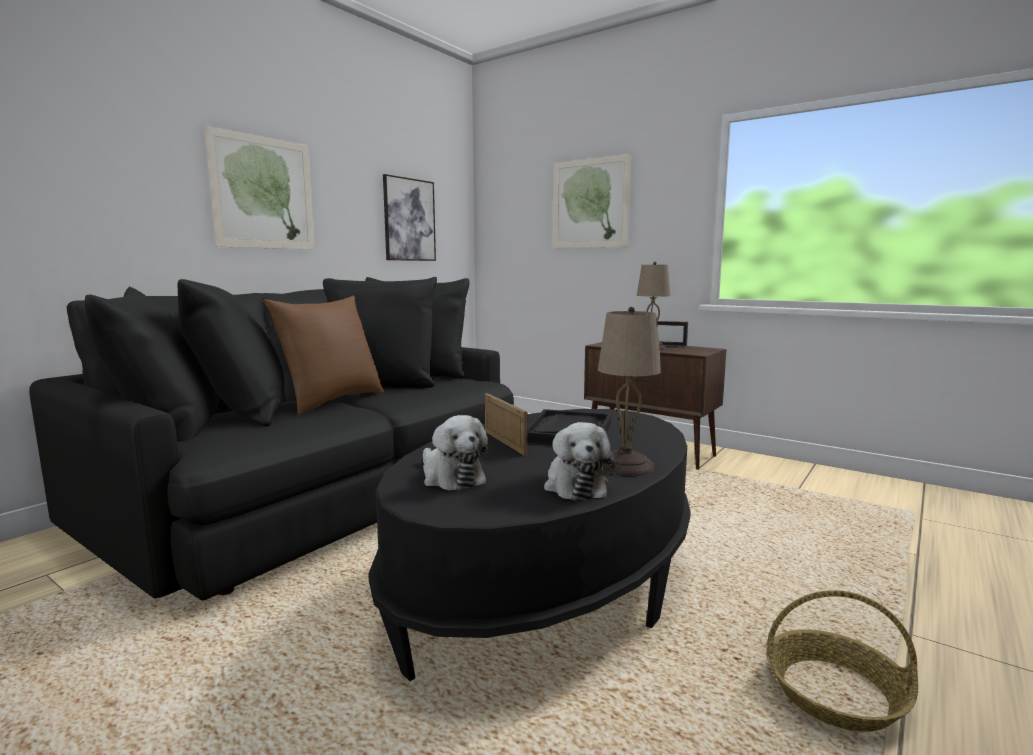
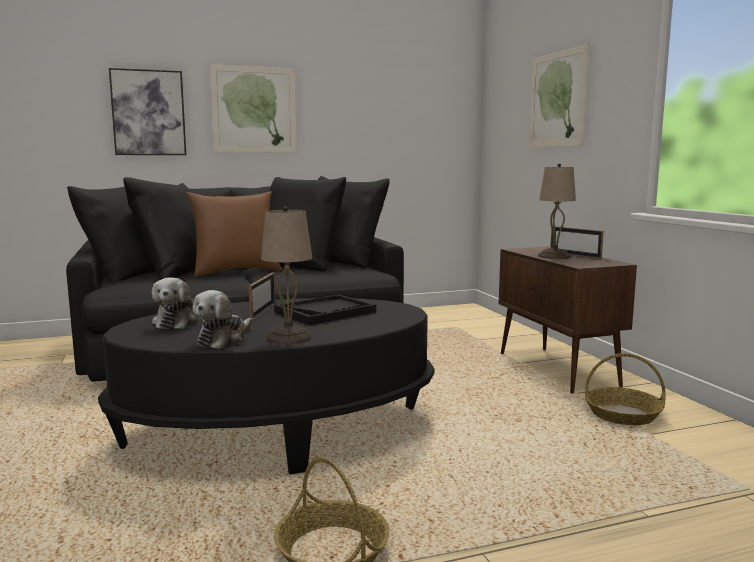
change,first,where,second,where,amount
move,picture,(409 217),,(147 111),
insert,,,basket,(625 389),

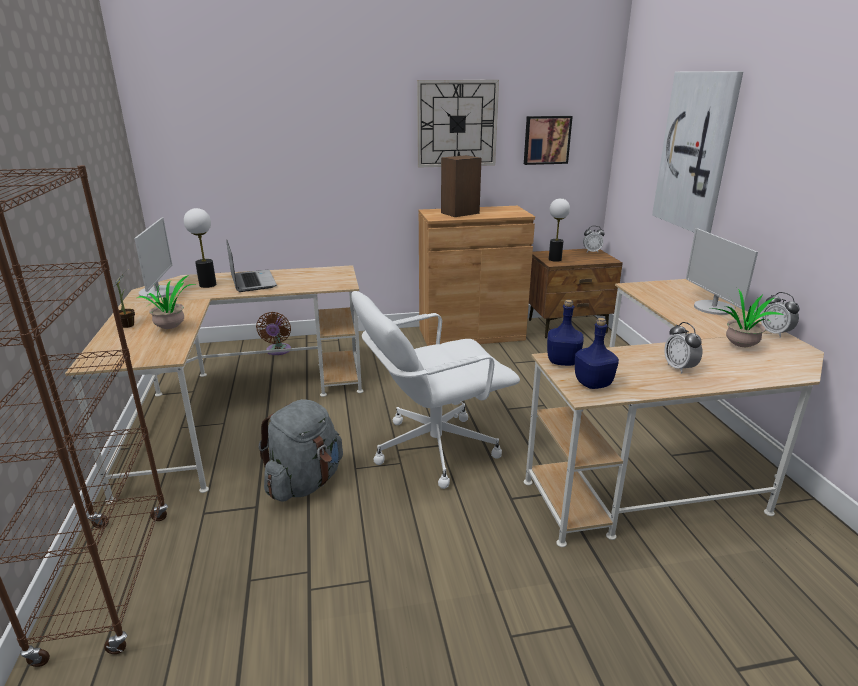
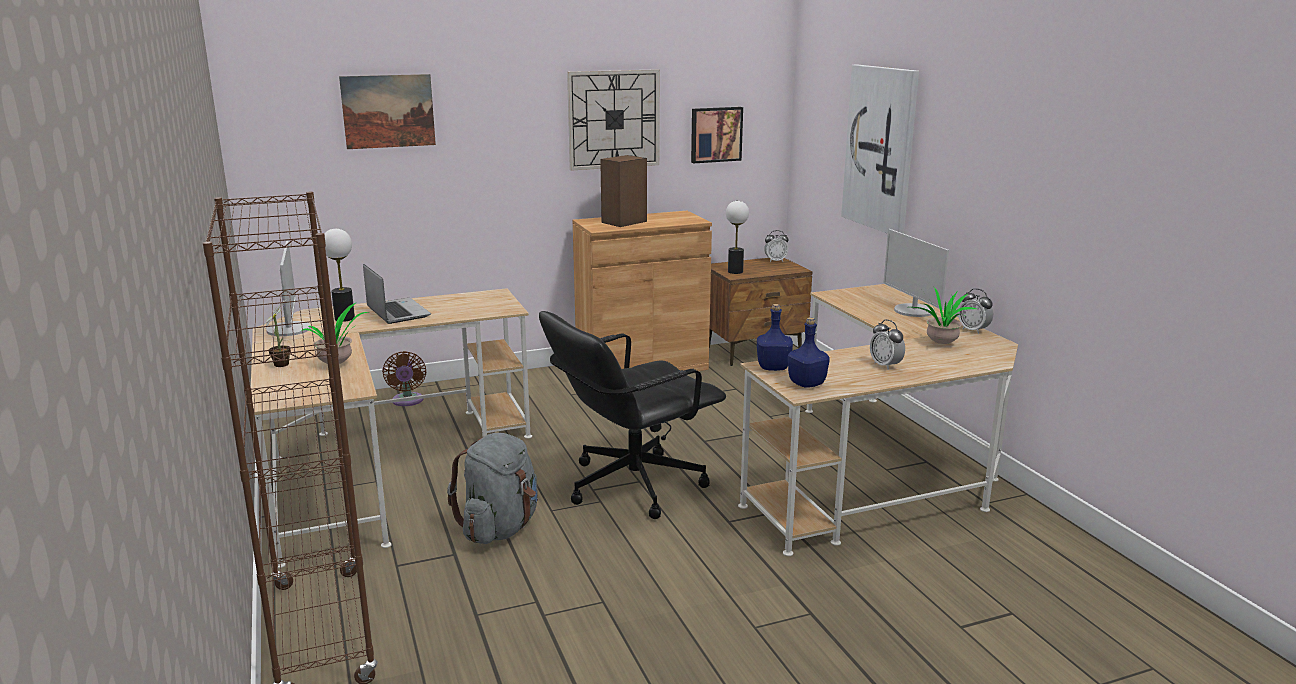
change,first,where,second,where,amount
recolor,white office chair,(435 390),black office chair,(632 415),
insert,,,picture,(387 111),

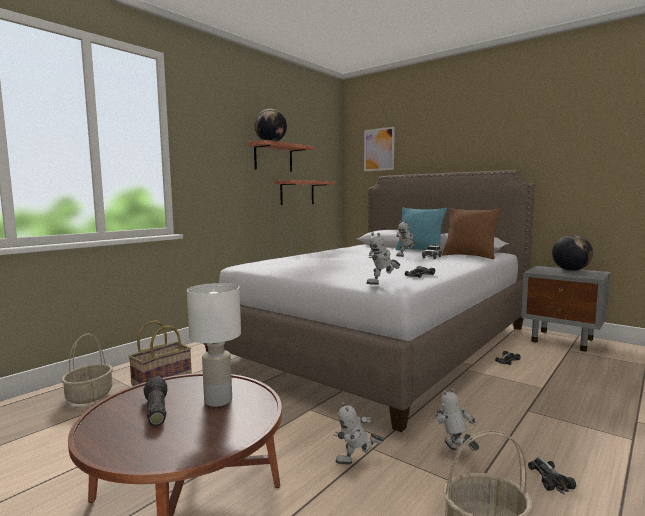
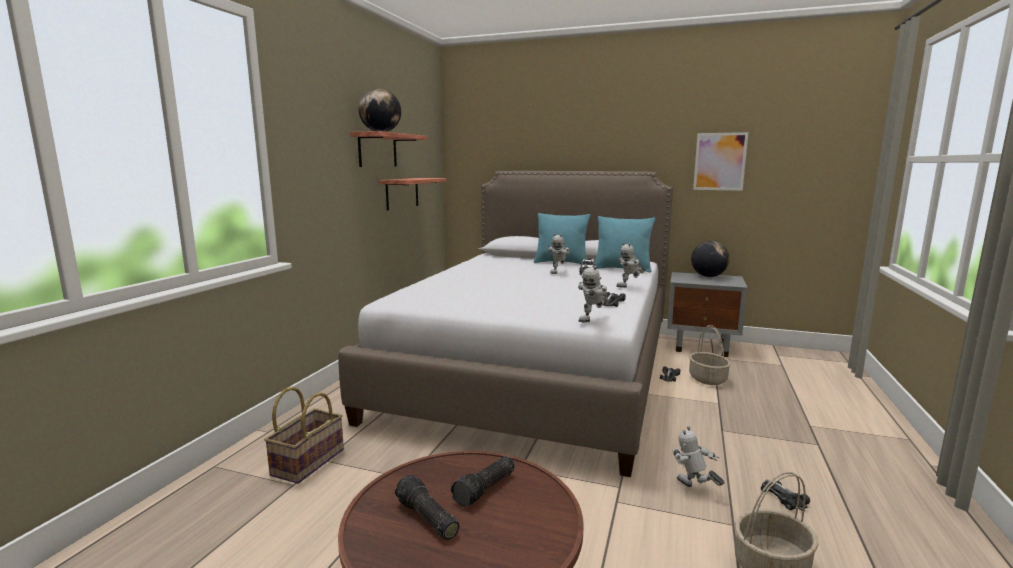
change,first,where,second,where,amount
move,basket,(87 368),,(710 355),
replace,white table lamp,(214 345),flashlight,(483 481),
move,toy robot,(359 433),,(630 265),
move,picture,(379 149),,(720 161),
recolor,brown pillow,(472 233),turquoise pillow,(624 244),

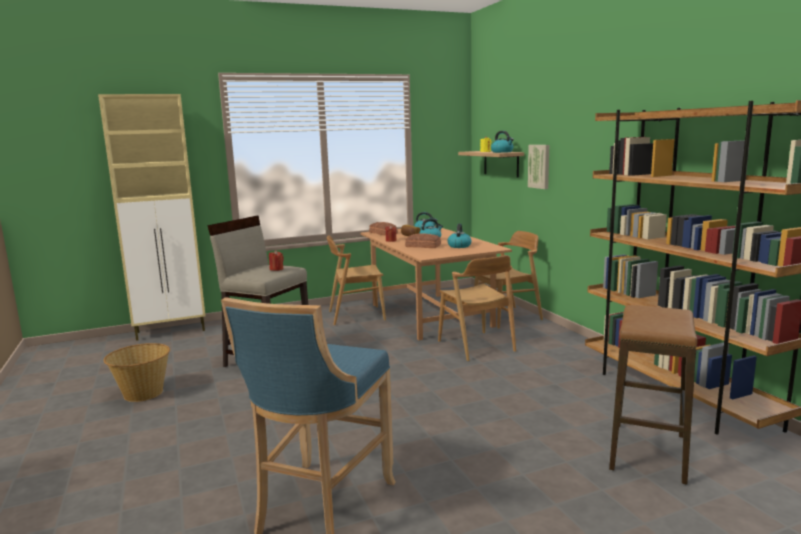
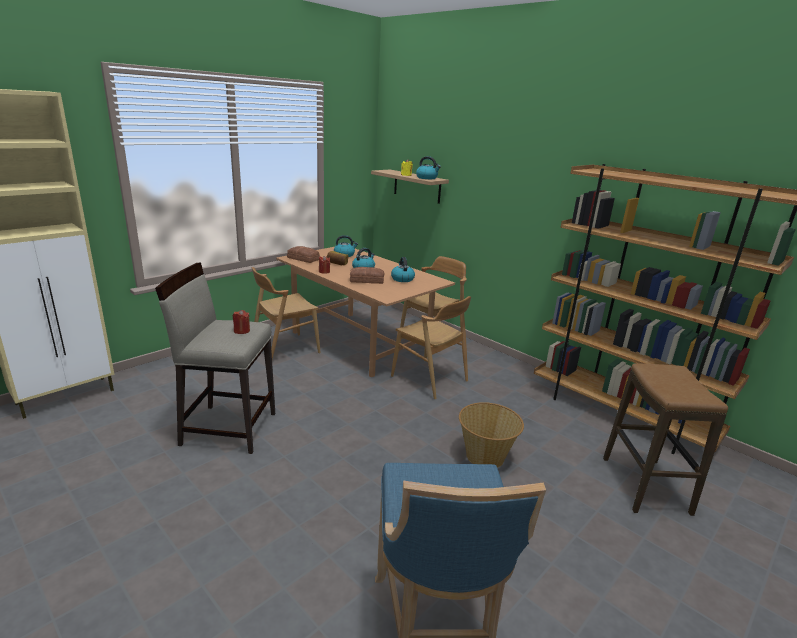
change,first,where,second,where,amount
move,basket,(136 372),,(491 435),
delete,picture,(538 167),,,

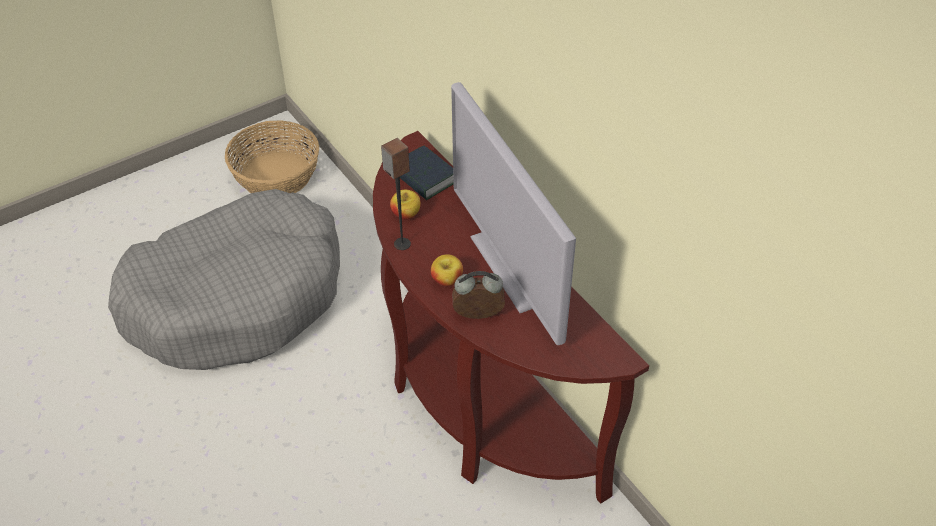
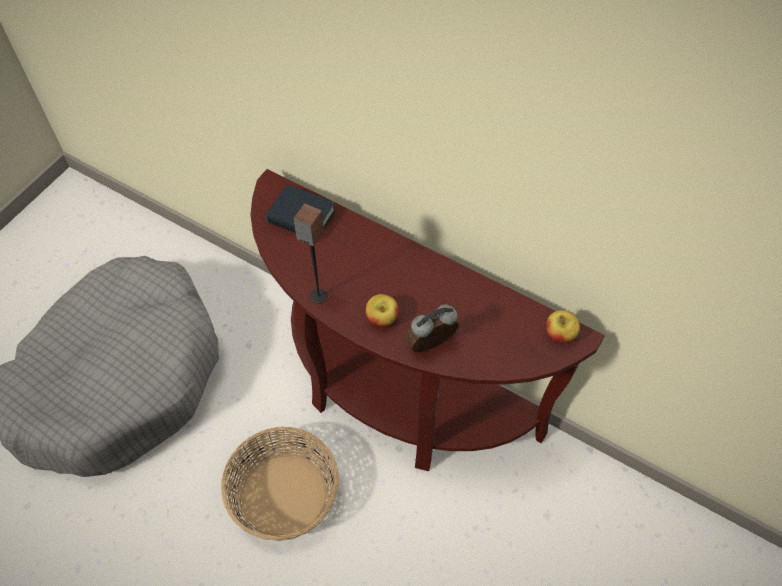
change,first,where,second,where,amount
move,basket,(272 157),,(280 484),
move,apple,(405 205),,(563 327),
delete,television,(513 213),,,

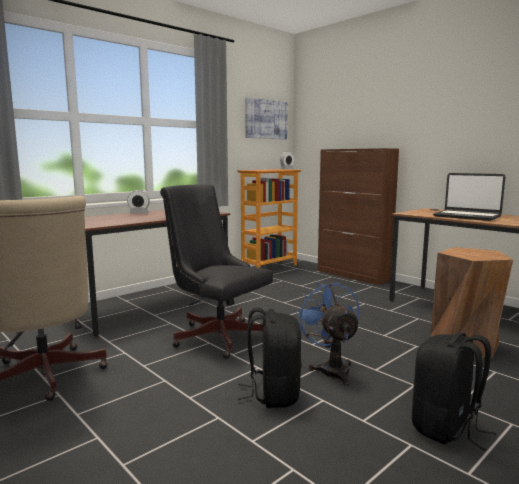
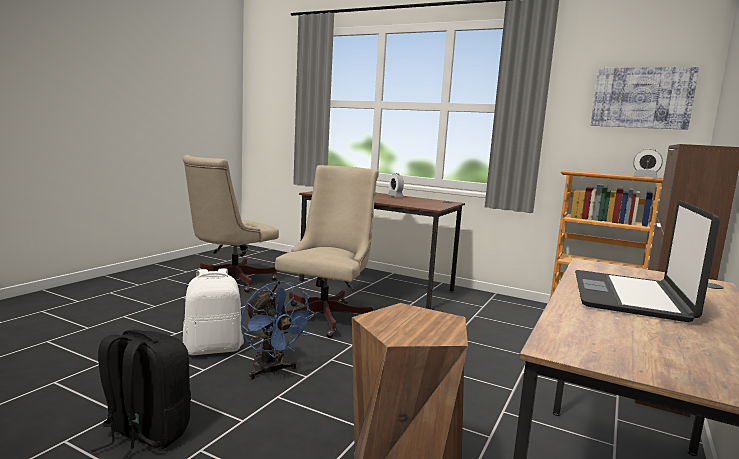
change,first,where,second,where,amount
recolor,black office chair,(216 271),beige office chair,(327 251),
recolor,black backpack,(269 357),white backpack,(213 311),
rotate,blue fan,(327 334),,(278 330),90 degrees clockwise

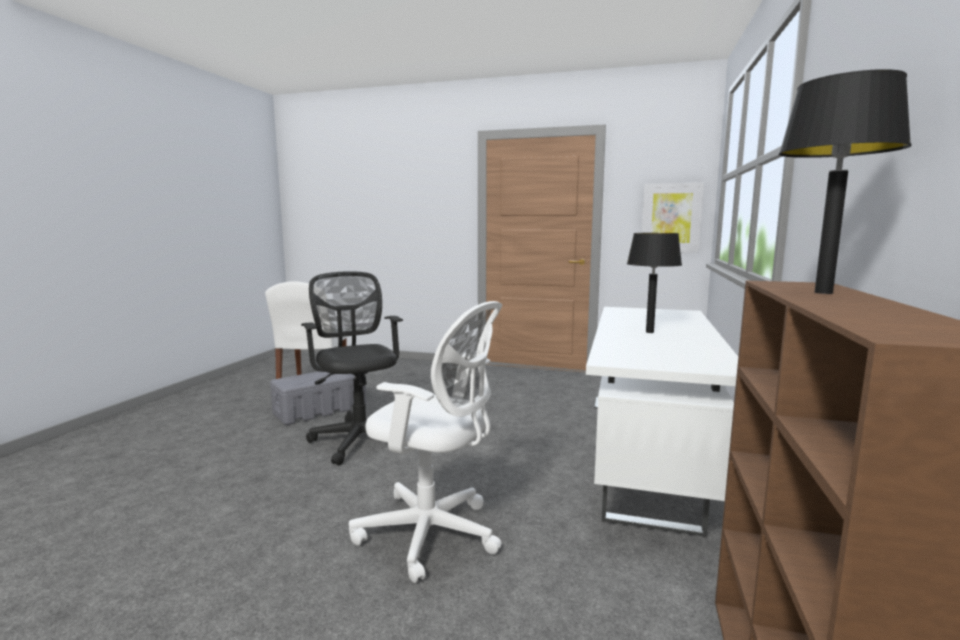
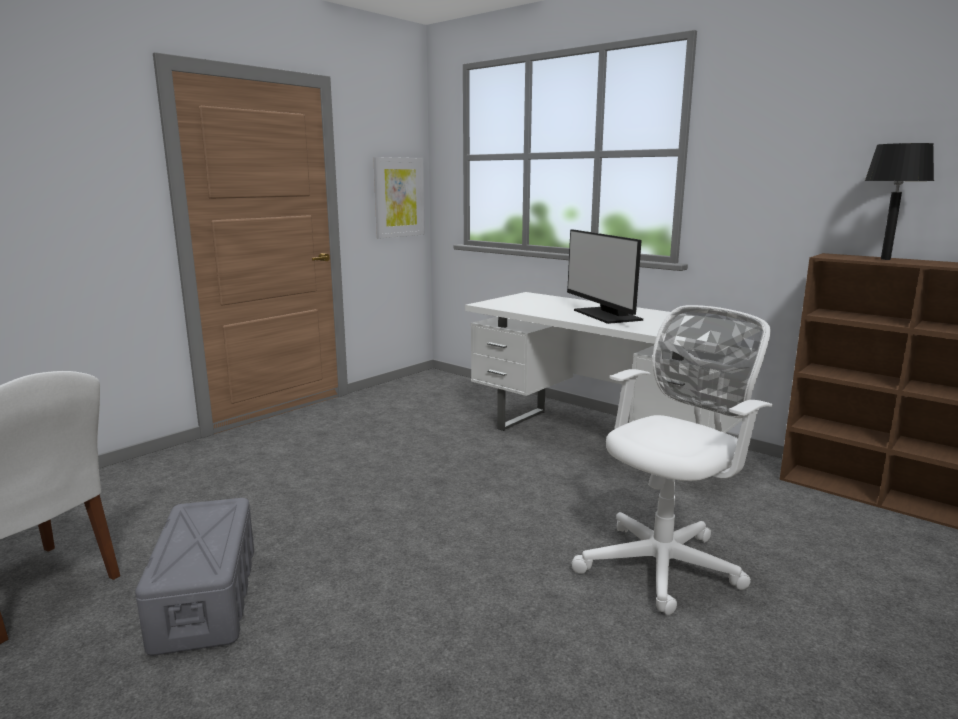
change,first,where,second,where,amount
delete,black office chair,(352 368),,,
replace,black table lamp,(654 283),monitor,(605 276),

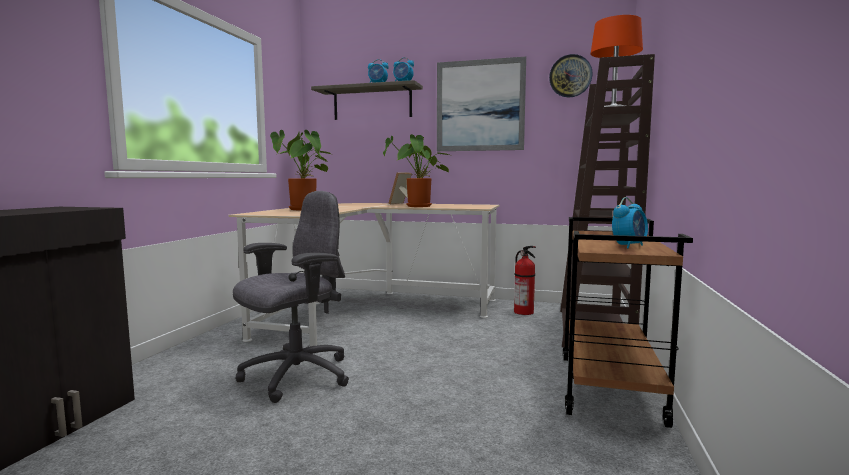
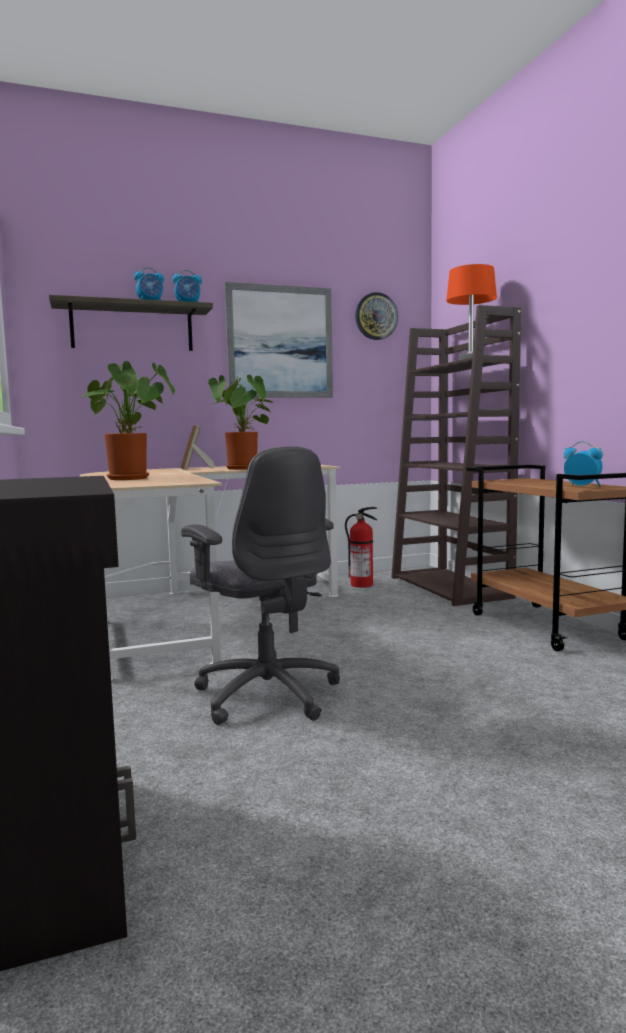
change,first,where,second,where,amount
rotate,grey office chair,(291 297),,(260 585),135 degrees clockwise
rotate,alarm clock,(630 223),,(583 463),60 degrees counterclockwise

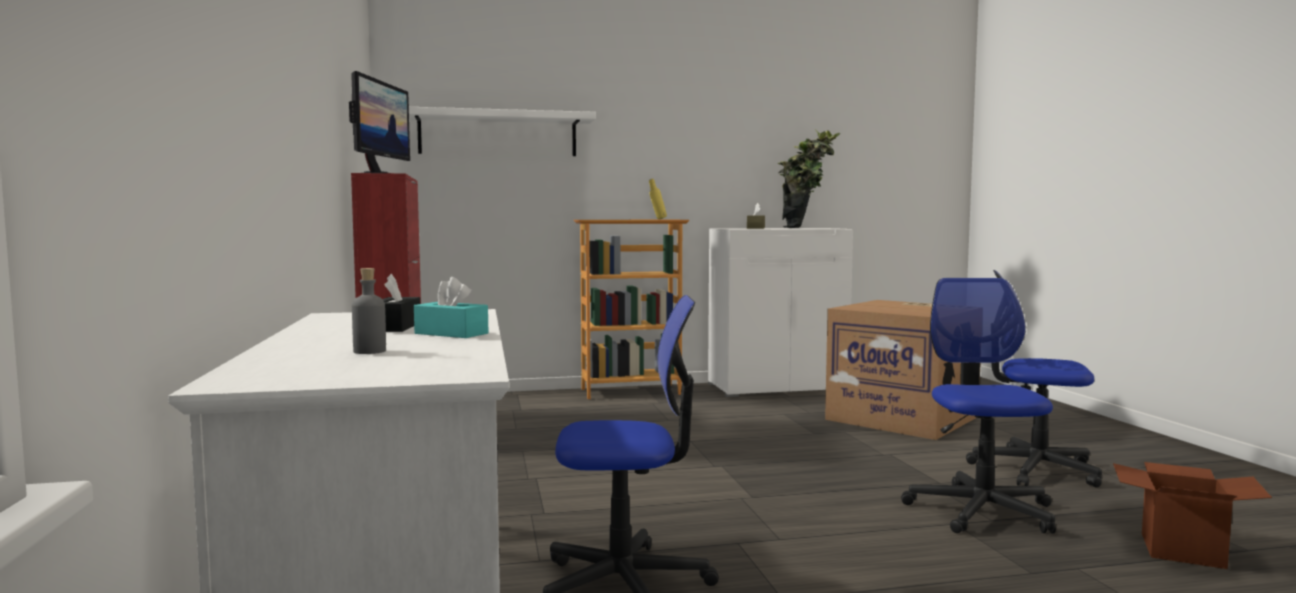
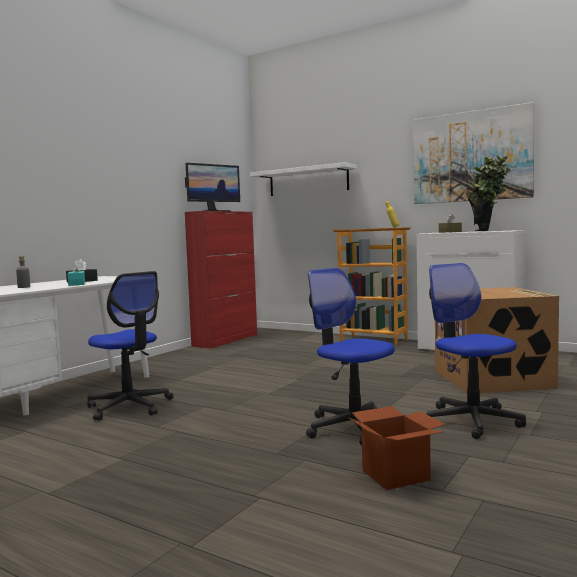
change,first,where,second,where,amount
rotate,office chair,(978 405),,(350 357),90 degrees counterclockwise
insert,,,picture,(474 153),

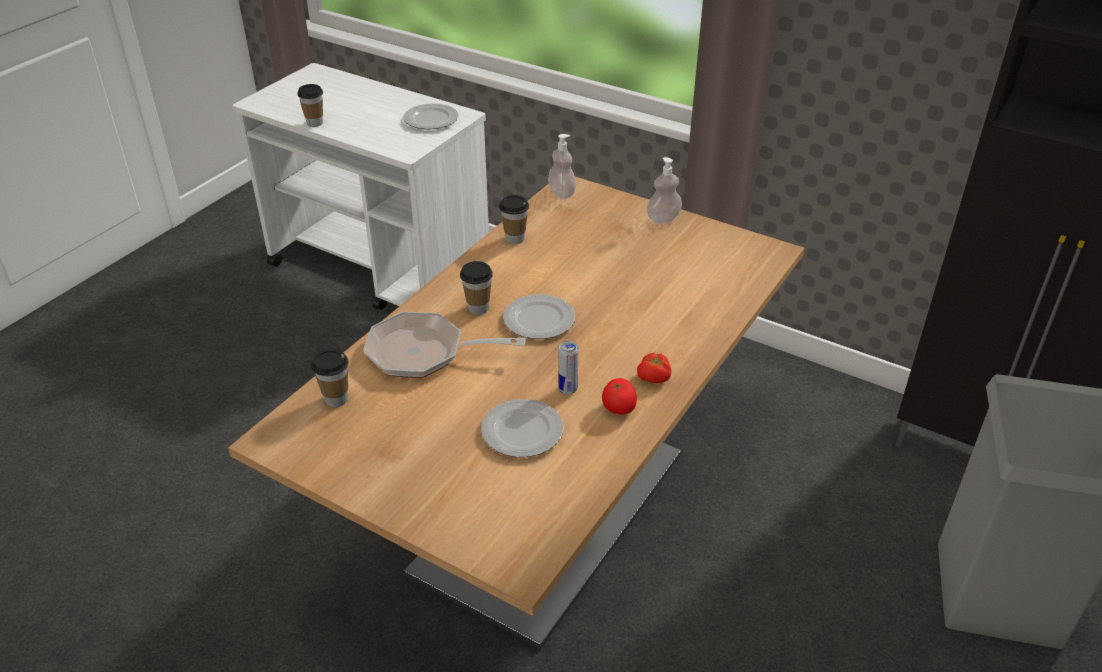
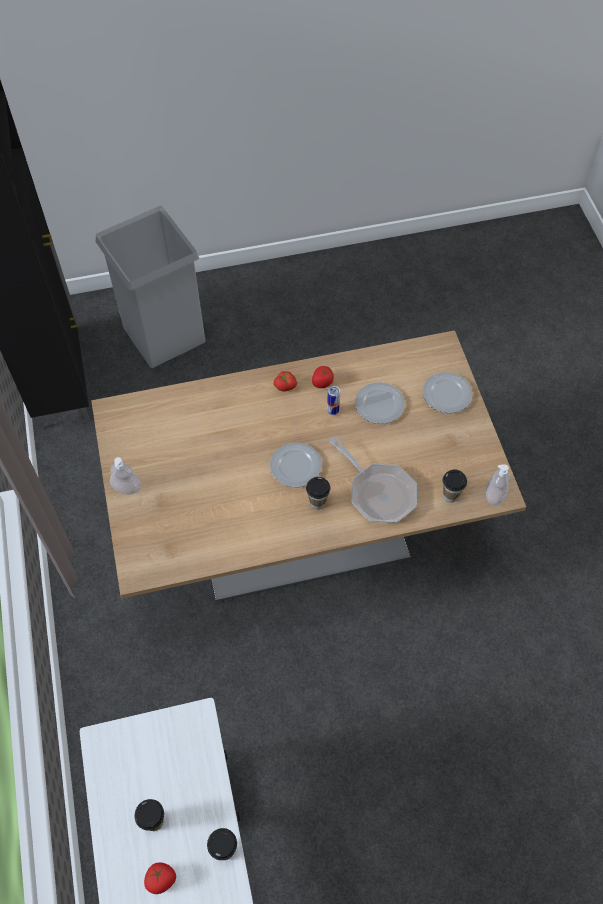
change,first,where,second,where,amount
move,plate,(431 116),,(447 392),
move,cup,(514 219),,(149 815),
move,soap dispenser,(562 166),,(497 484),
insert,,,tomato,(160 878),

